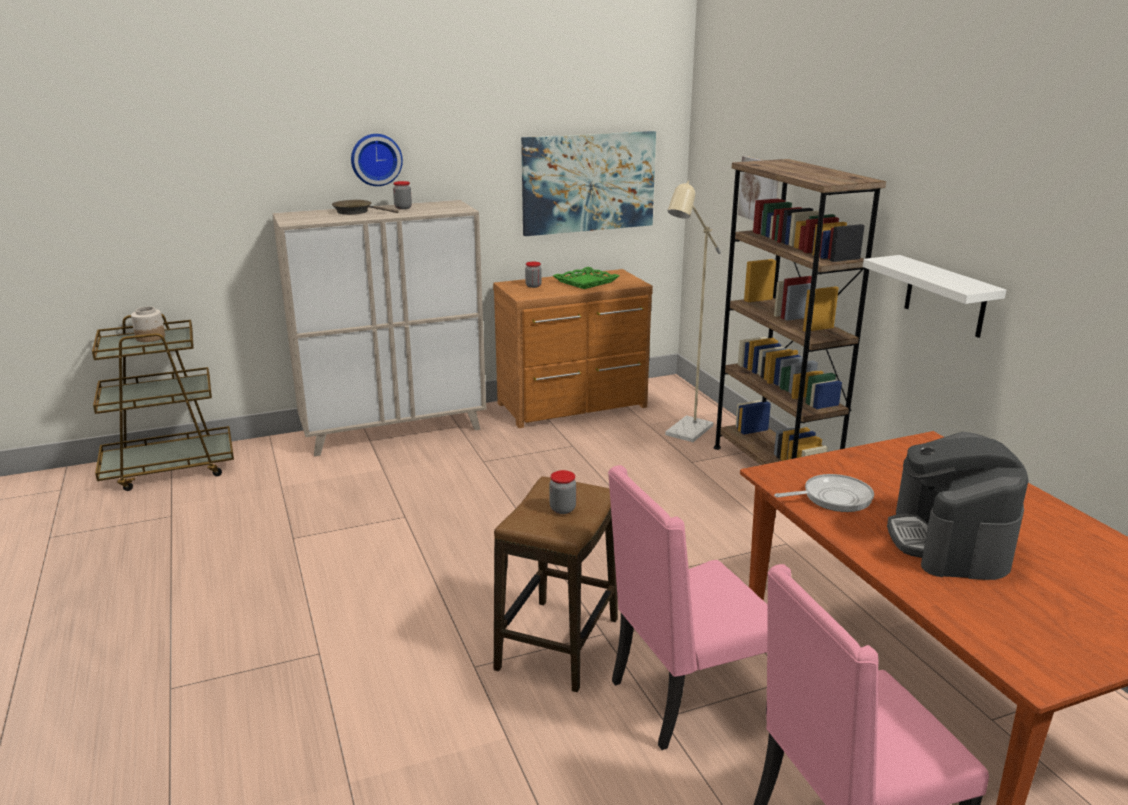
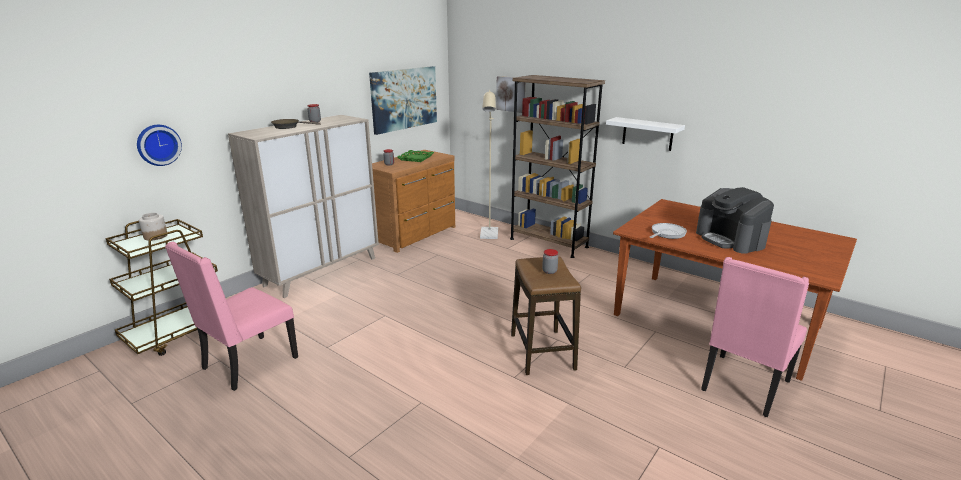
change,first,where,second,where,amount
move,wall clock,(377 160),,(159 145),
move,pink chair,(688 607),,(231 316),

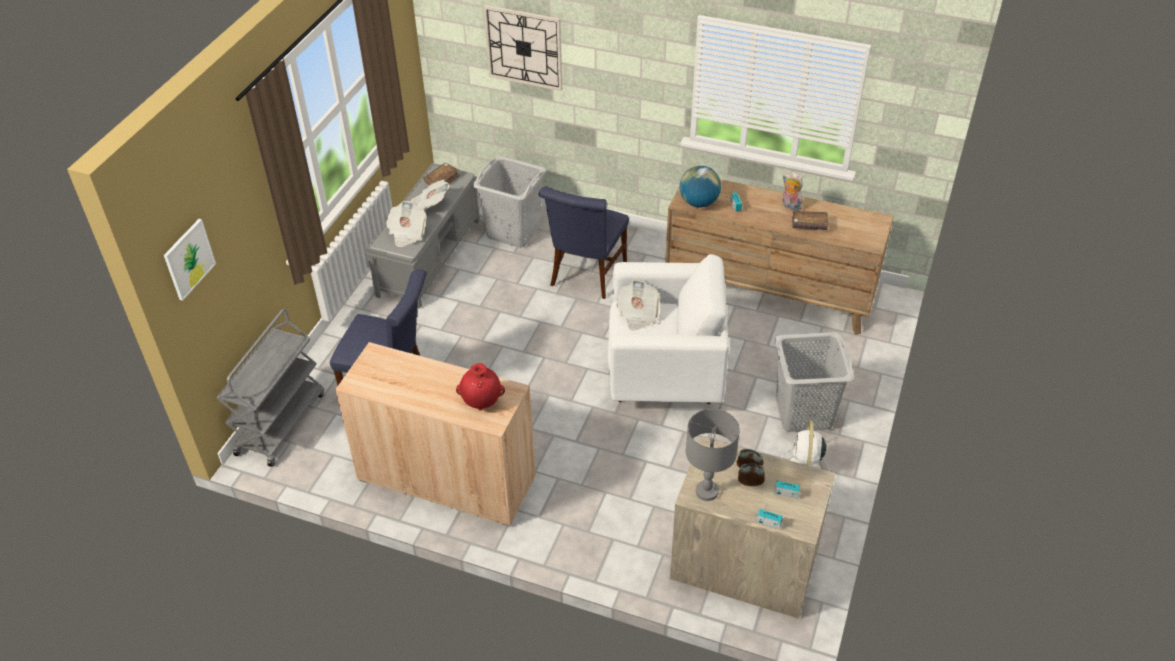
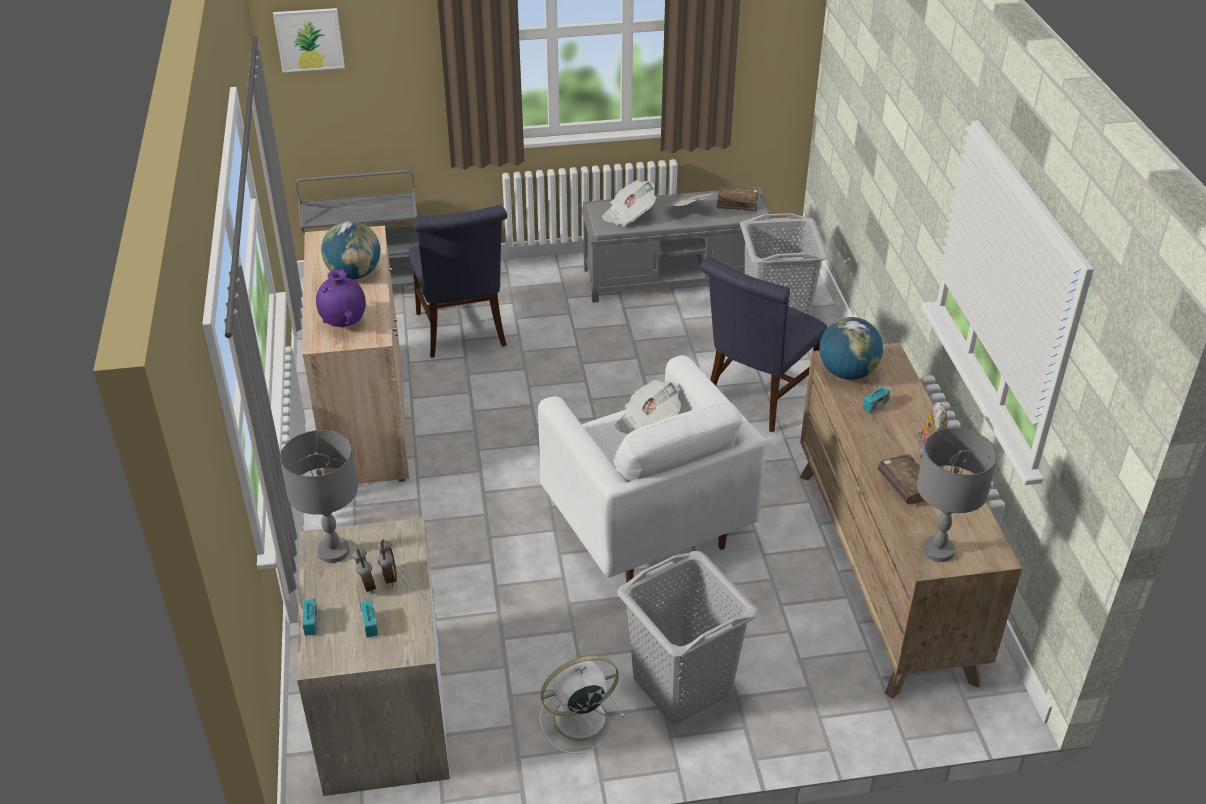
change,first,where,second,where,amount
recolor,red vase,(480 386),purple vase,(341 298),
delete,wall clock,(522 48),,,
rotate,blue chair,(584 242),,(763 345),45 degrees counterclockwise
insert,,,globe,(351 250),
insert,,,grey table lamp,(957 495),

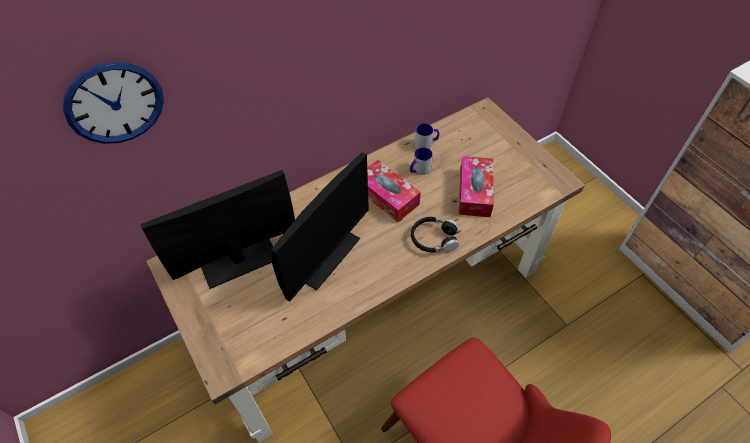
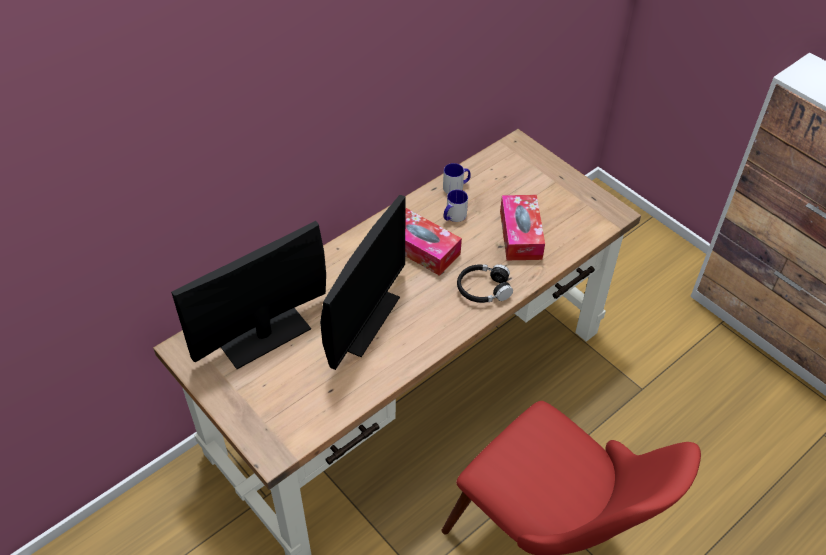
change,first,where,second,where,amount
delete,wall clock,(113 103),,,

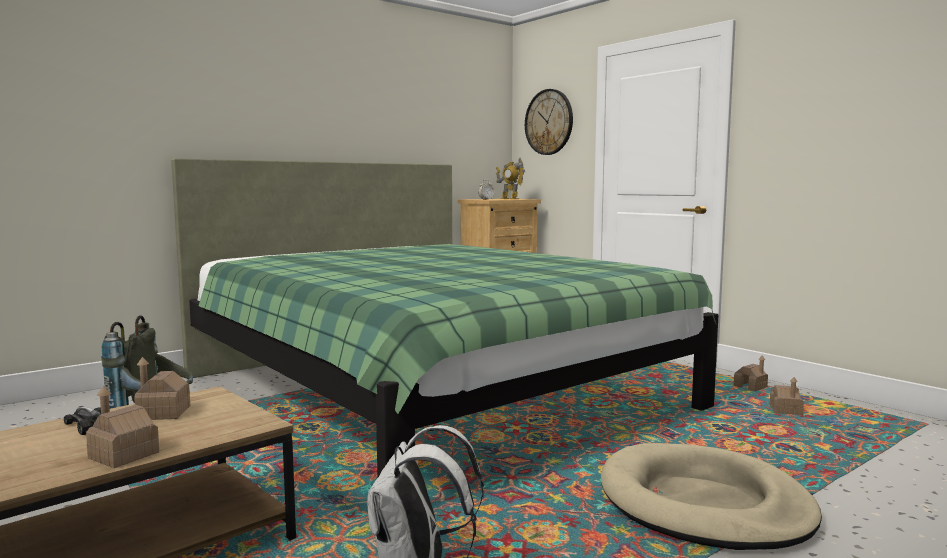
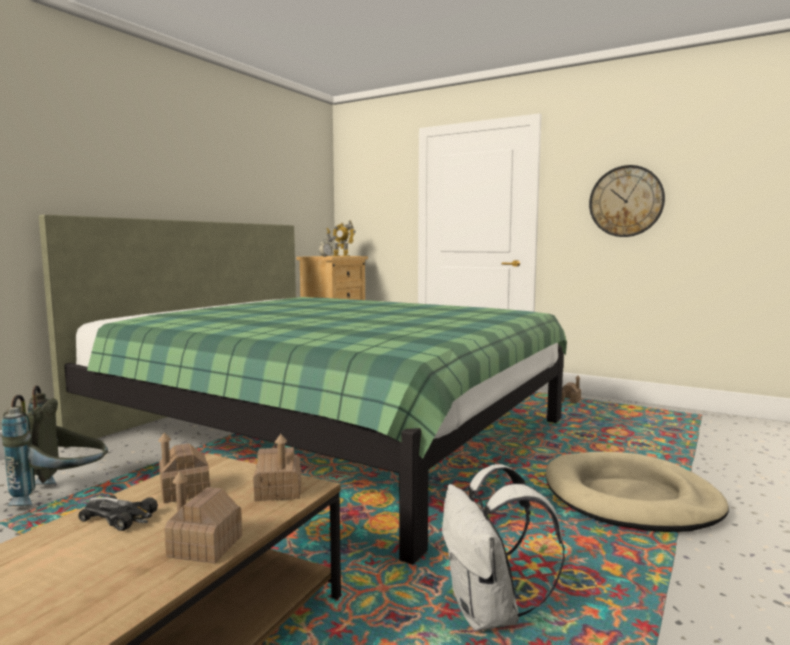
change,first,where,second,where,amount
move,wall clock,(549 122),,(627 201),
move,toy house,(787 396),,(277 467),

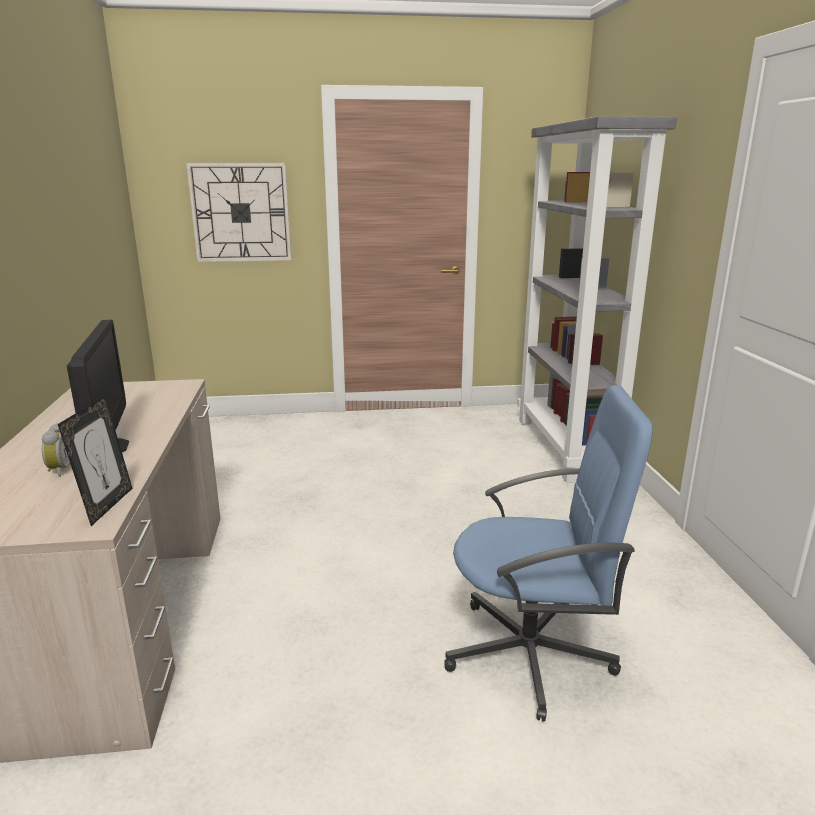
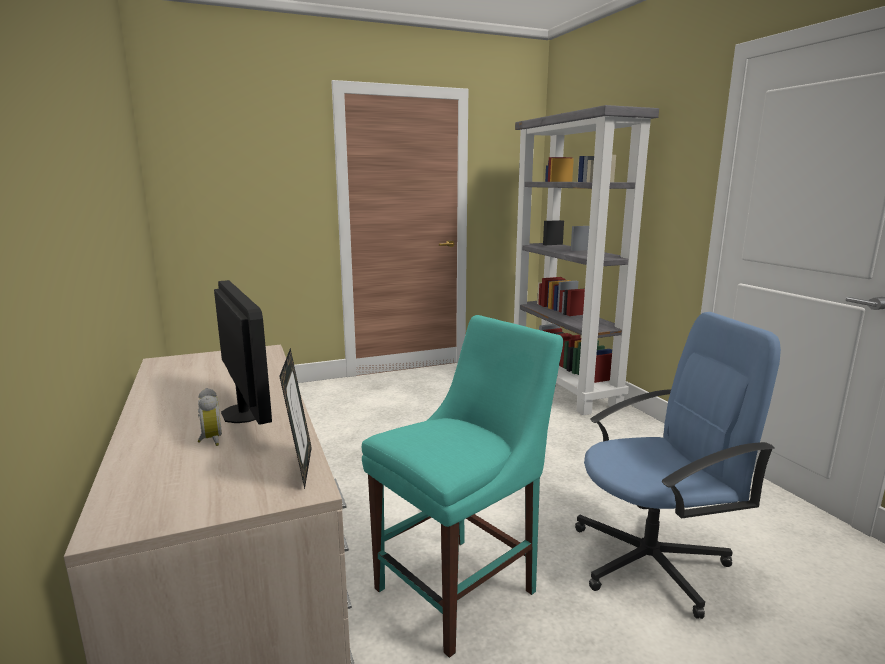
change,first,where,second,where,amount
delete,wall clock,(238 212),,,
insert,,,turquoise chair,(462 486),

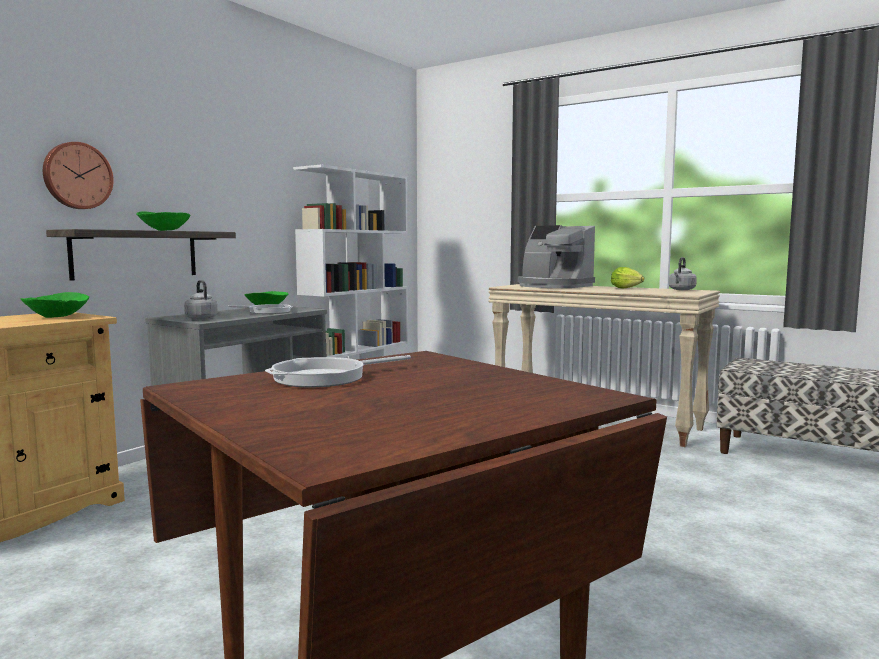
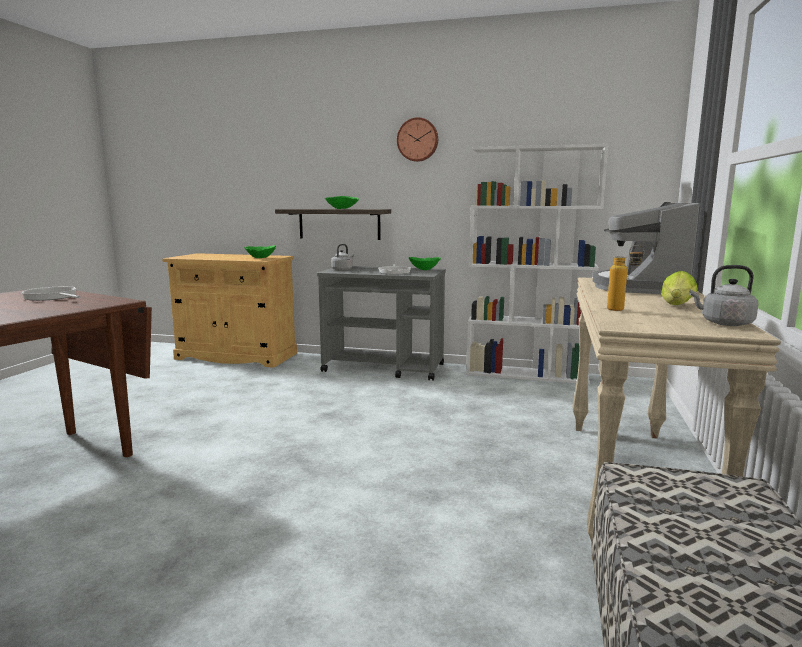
change,first,where,second,where,amount
move,wall clock,(78 175),,(417 139),
insert,,,bottle,(625 278),

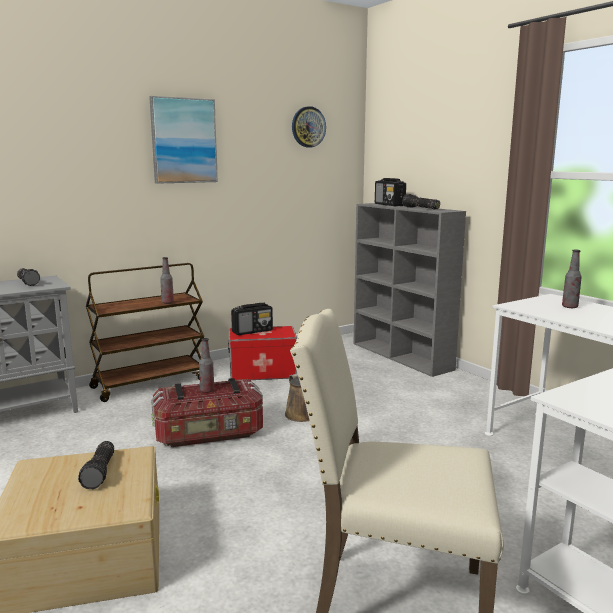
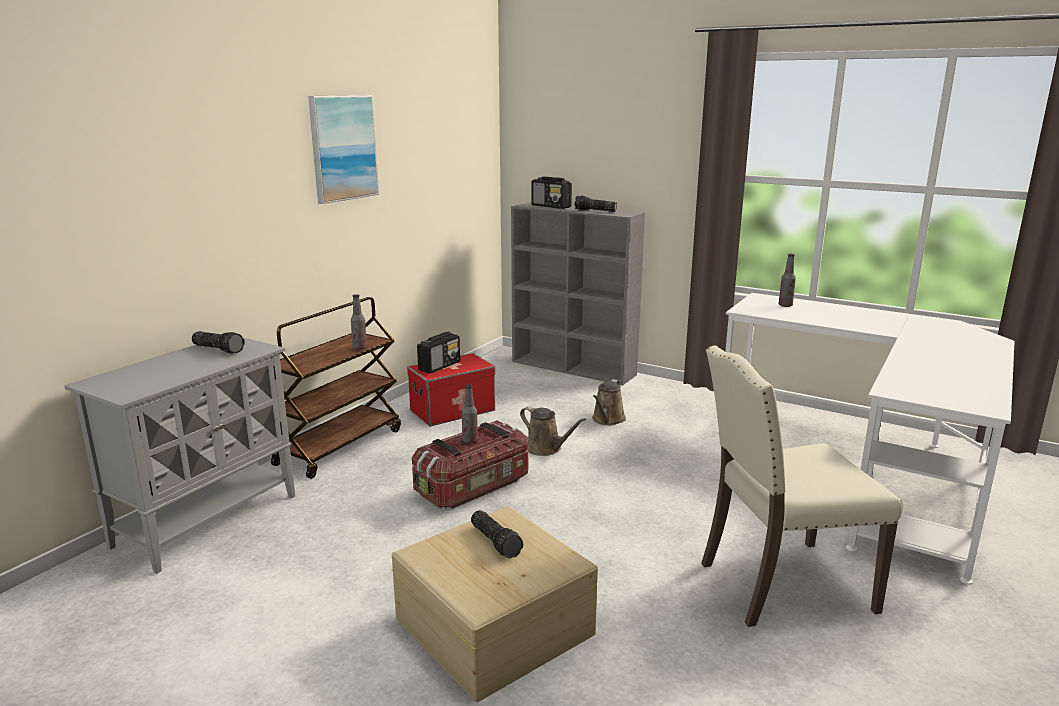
change,first,where,second,where,amount
delete,wall clock,(309 126),,,
insert,,,brown watering can,(609 402),

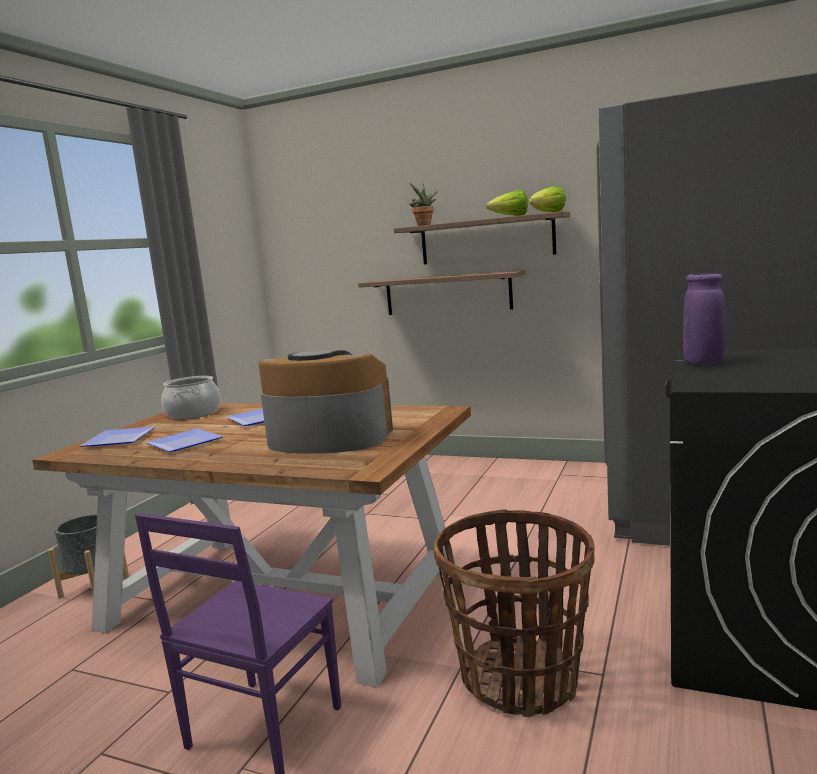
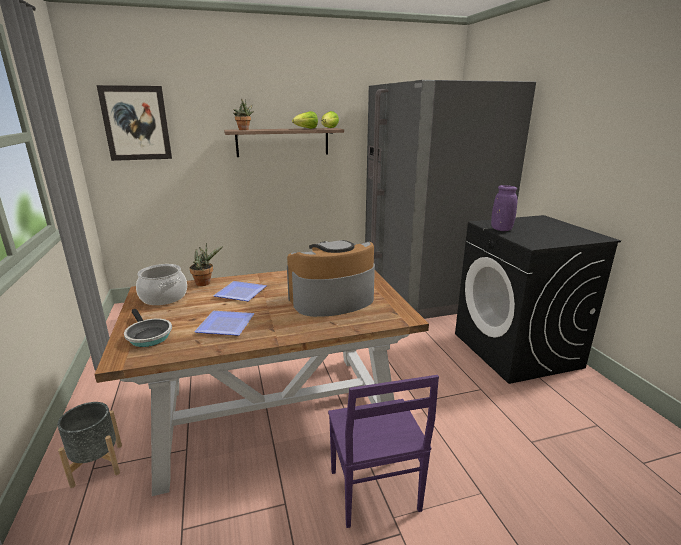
change,first,where,second,where,amount
replace,plate,(117 436),frying pan,(148 328),
delete,shelf,(442 292),,,
delete,basket,(514 613),,,
insert,,,picture,(134 123),
insert,,,potted plant,(206 264),

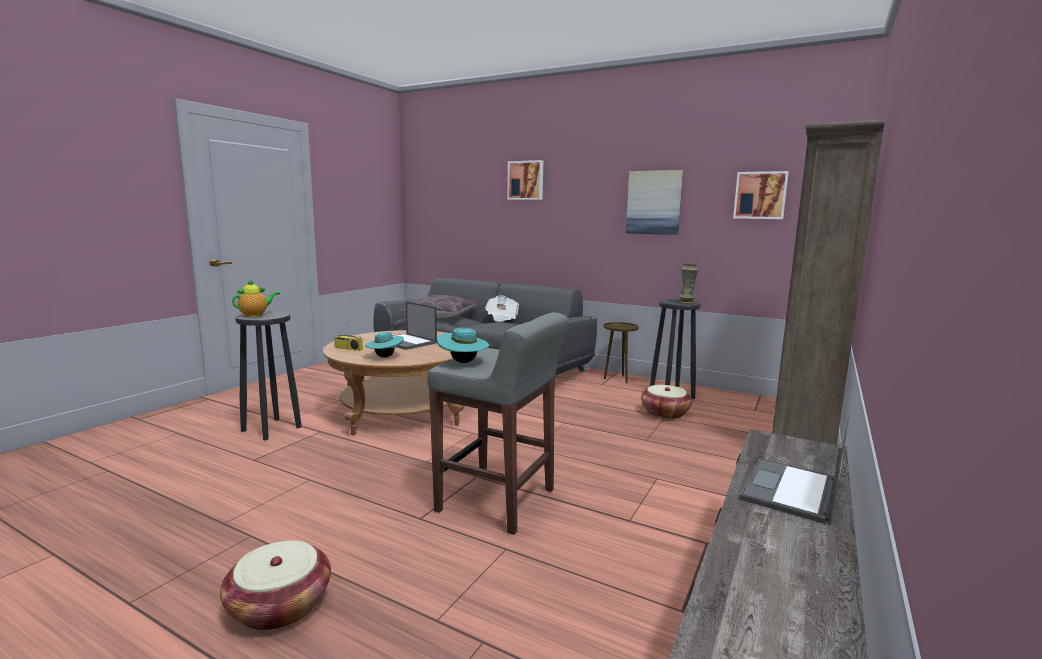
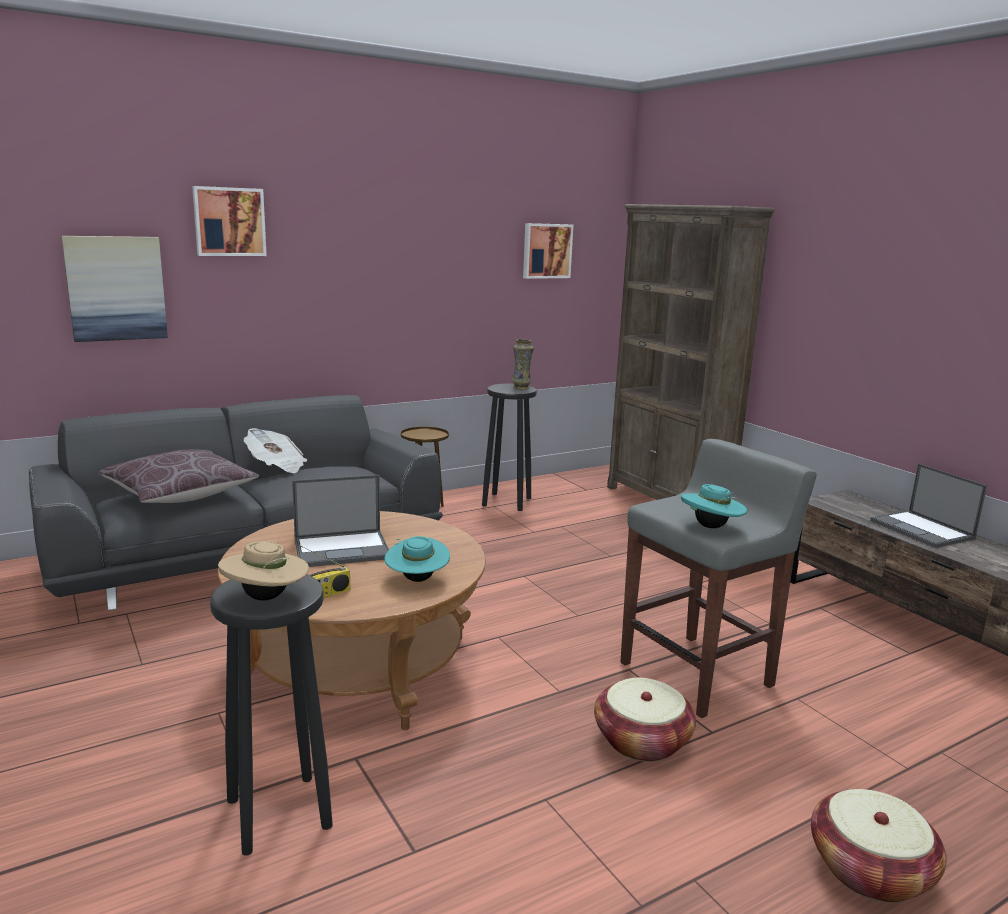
change,first,where,second,where,amount
replace,teapot,(256 298),beige hat,(263 570),
move,picture,(654 202),,(115 289),
move,basket,(666 402),,(645 720),

